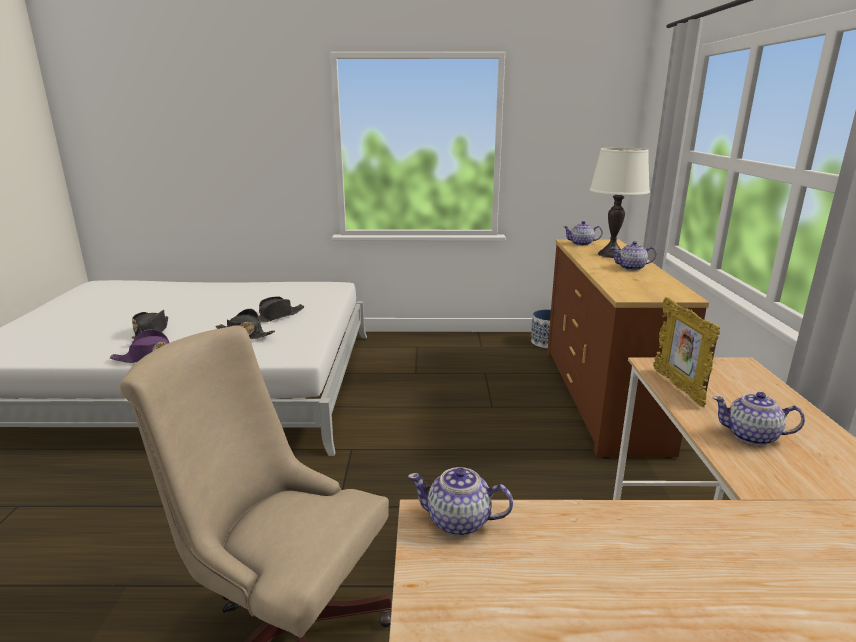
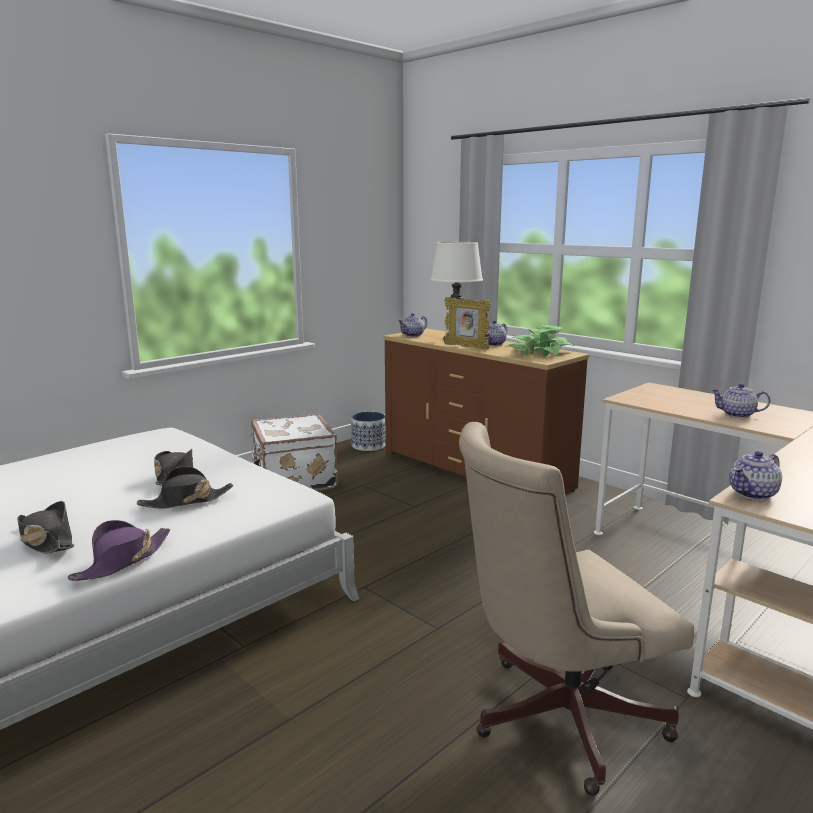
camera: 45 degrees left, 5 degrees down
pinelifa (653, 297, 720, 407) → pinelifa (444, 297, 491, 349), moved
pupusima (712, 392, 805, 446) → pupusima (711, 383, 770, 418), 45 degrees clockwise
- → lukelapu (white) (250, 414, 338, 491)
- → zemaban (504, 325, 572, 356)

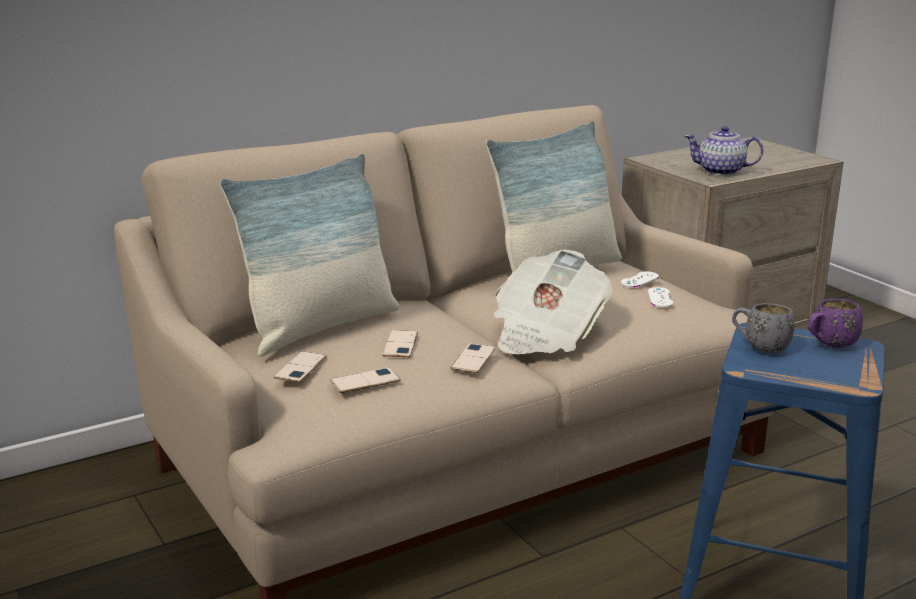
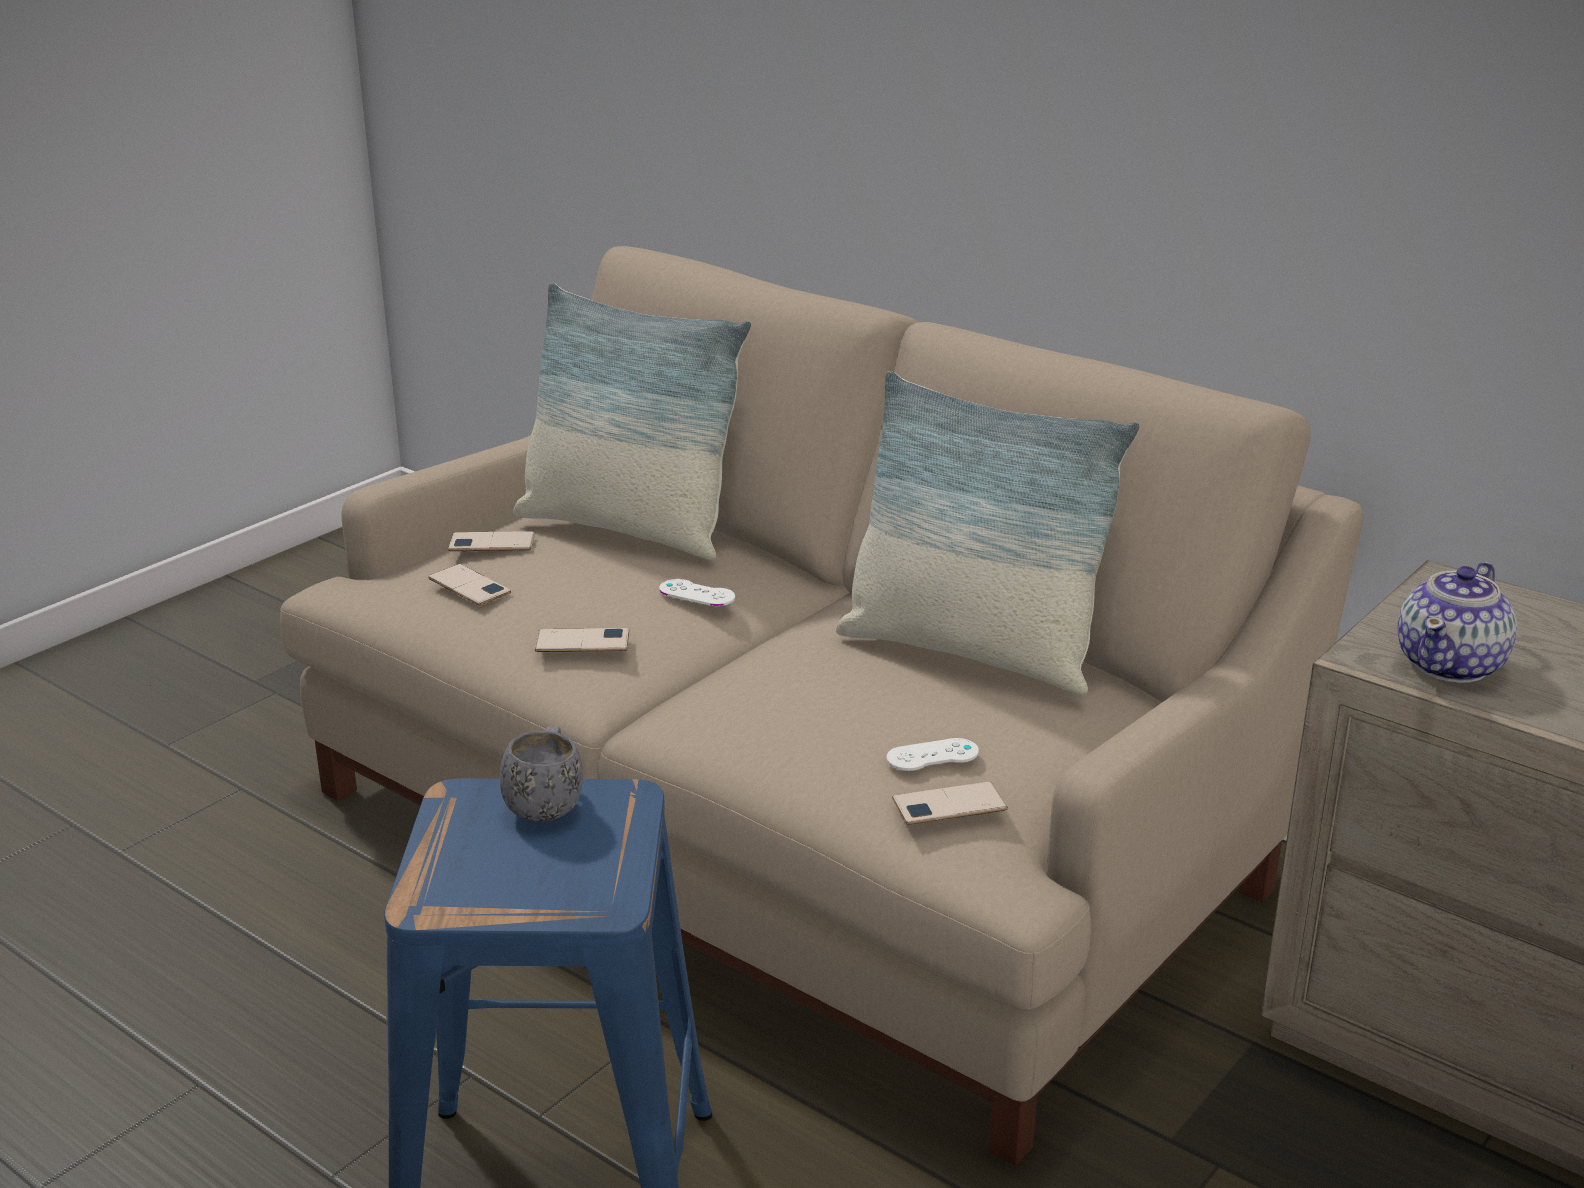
camera: 70 degrees right, 5 degrees up
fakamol (382, 330, 418, 357) → fakamol (892, 782, 1008, 825), moved
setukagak (494, 249, 612, 354) → -
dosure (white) (621, 271, 659, 287) → dosure (white) (659, 579, 735, 606), moved
pupusima (685, 126, 763, 176) → pupusima (1398, 562, 1517, 683), 135 degrees counterclockwise
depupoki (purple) (807, 299, 863, 348) → -

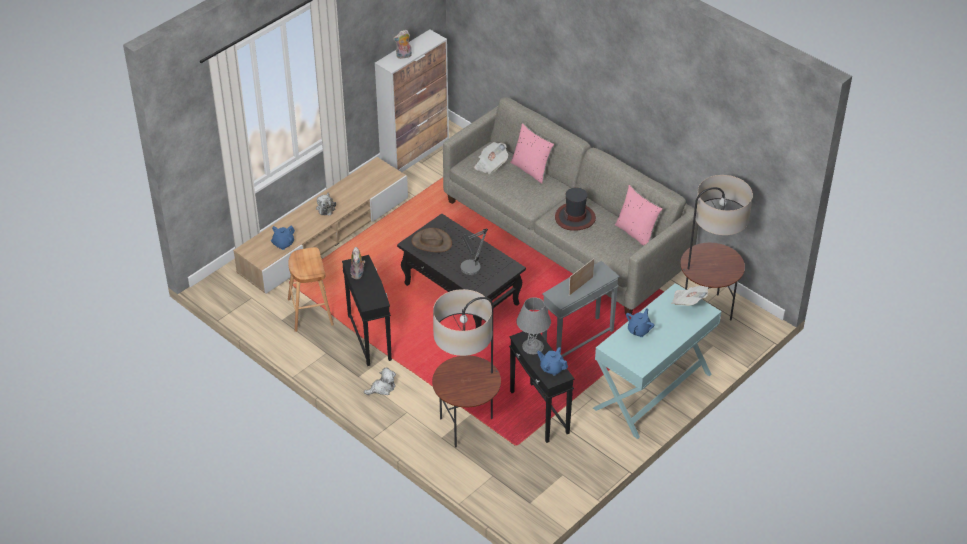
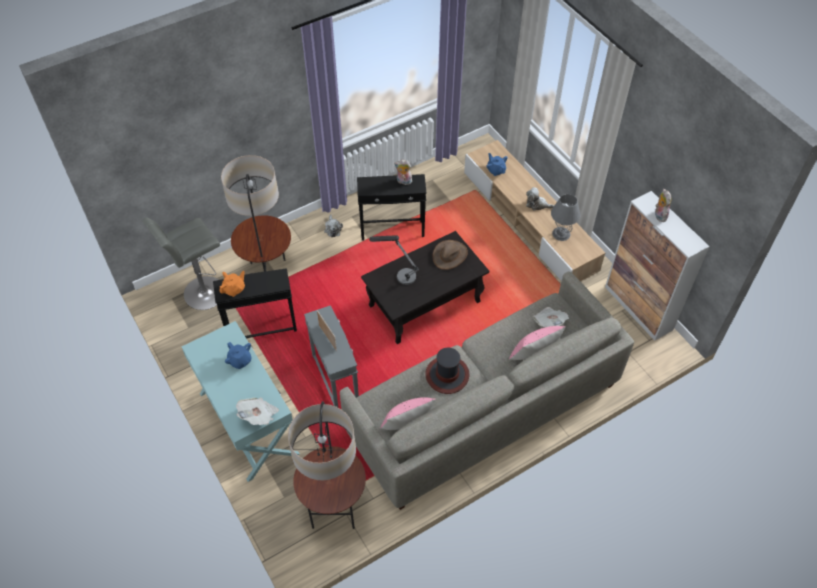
camera: 105 degrees right, 10 degrees up
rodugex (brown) (288, 247, 334, 332) → -
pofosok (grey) (517, 297, 551, 354) → pofosok (grey) (551, 194, 581, 241), moved
pupusima (blue) (537, 347, 568, 376) → pupusima (orange) (219, 271, 245, 297)
- → rodugex (grey) (142, 217, 220, 310)

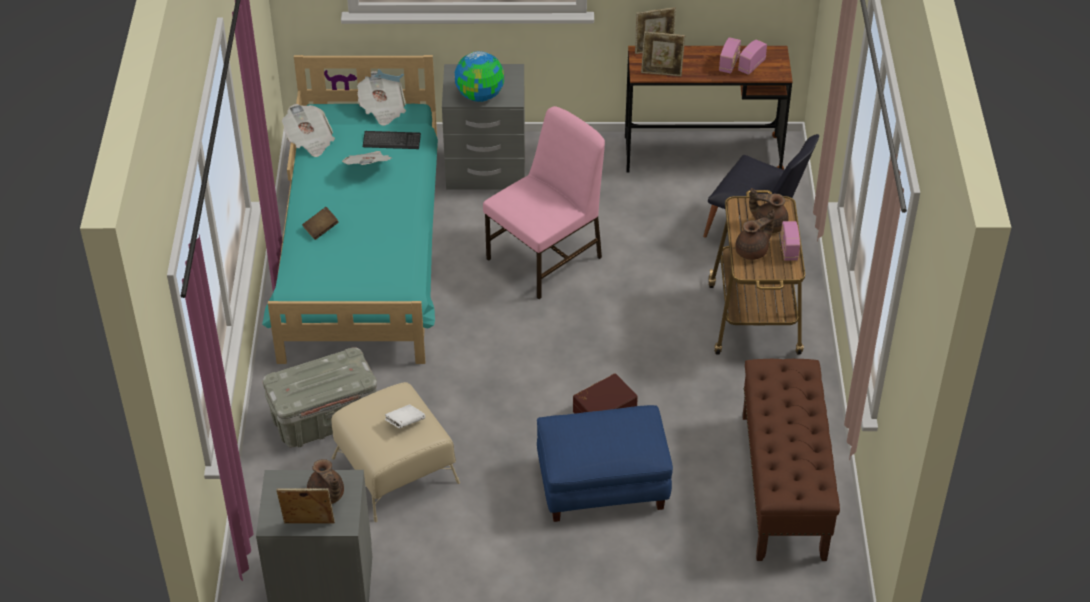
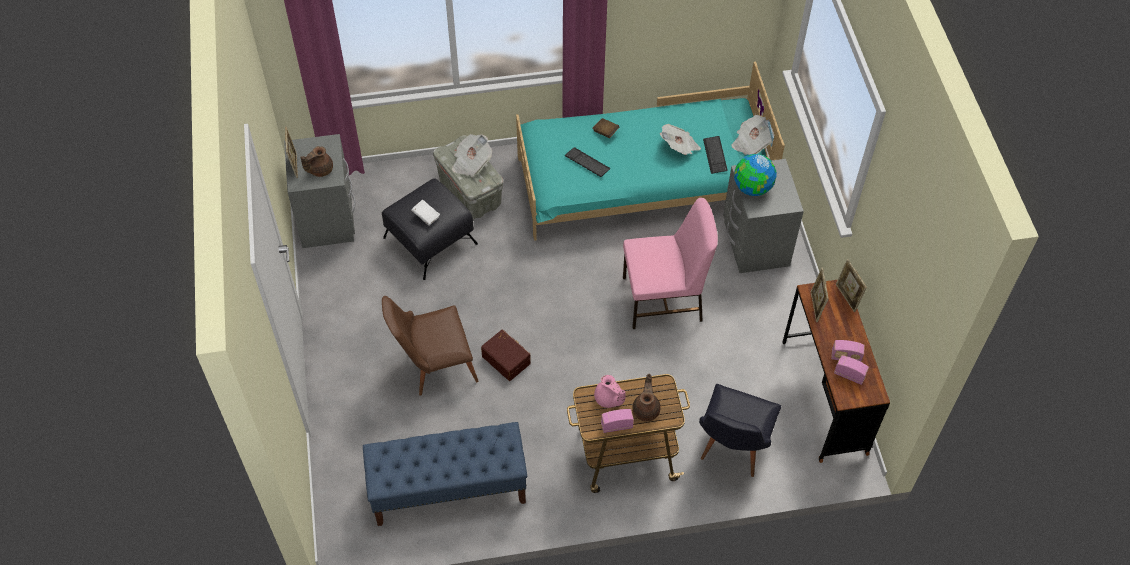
camera: 80 degrees right, 10 degrees up
setukagak (282, 104, 335, 157) → setukagak (452, 134, 492, 177), moved
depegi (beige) (331, 382, 460, 522) → depegi (black) (382, 178, 478, 280)
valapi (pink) (483, 106, 605, 299) → valapi (pink) (623, 198, 718, 329), 45 degrees counterclockwise
depegi (blue) (537, 405, 673, 522) → valapi (brown) (382, 296, 479, 396)
pupusima (brown) (735, 209, 775, 260) → pupusima (pink) (594, 375, 626, 408)
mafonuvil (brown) (742, 359, 840, 561) → mafonuvil (blue) (363, 422, 527, 526)
- → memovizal (565, 147, 611, 177)

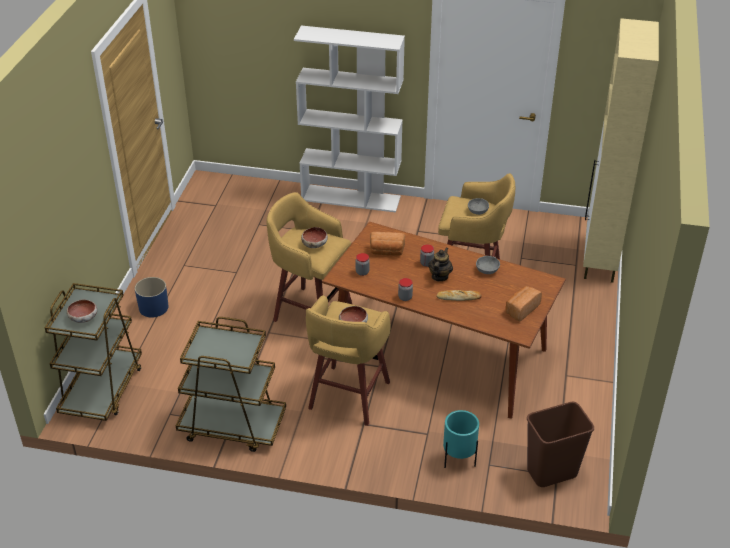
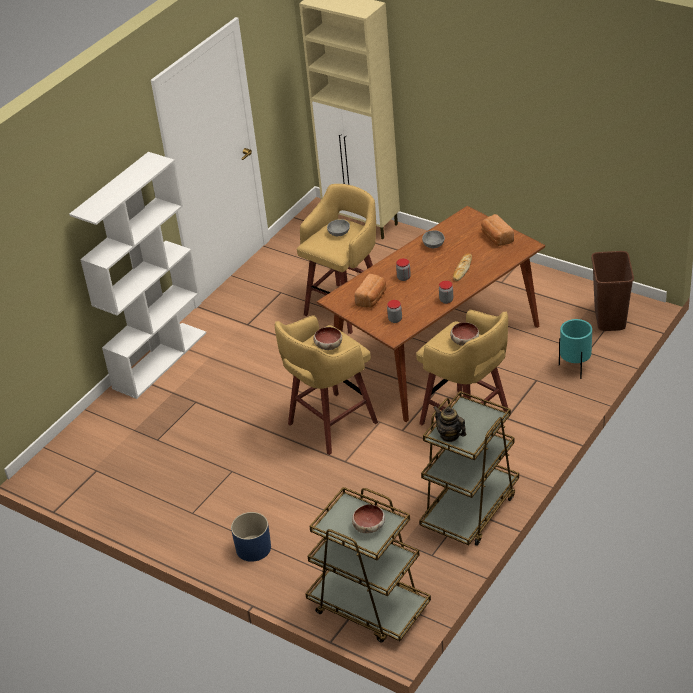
camera: 65 degrees left, 0 degrees up
pupusima (428, 247, 453, 281) → pupusima (433, 406, 466, 442), moved

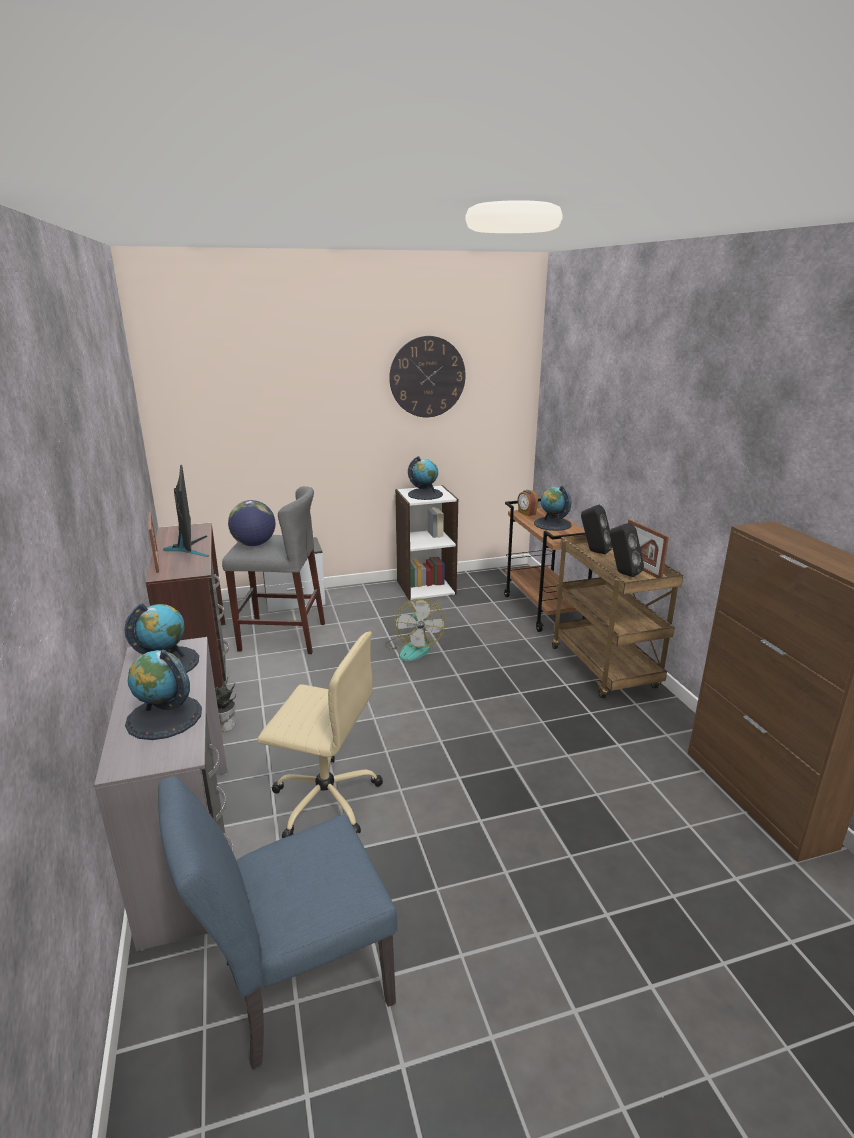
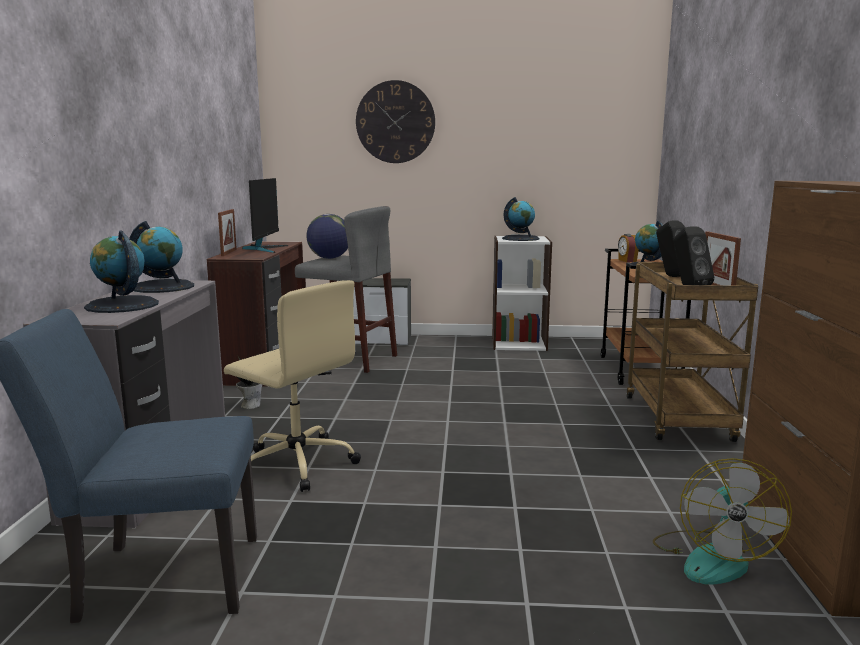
camera: 20 degrees right, 10 degrees down
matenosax (385, 598, 446, 661) → matenosax (653, 458, 792, 585), moved
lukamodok (389, 336, 466, 418) → lukamodok (356, 80, 435, 163), moved

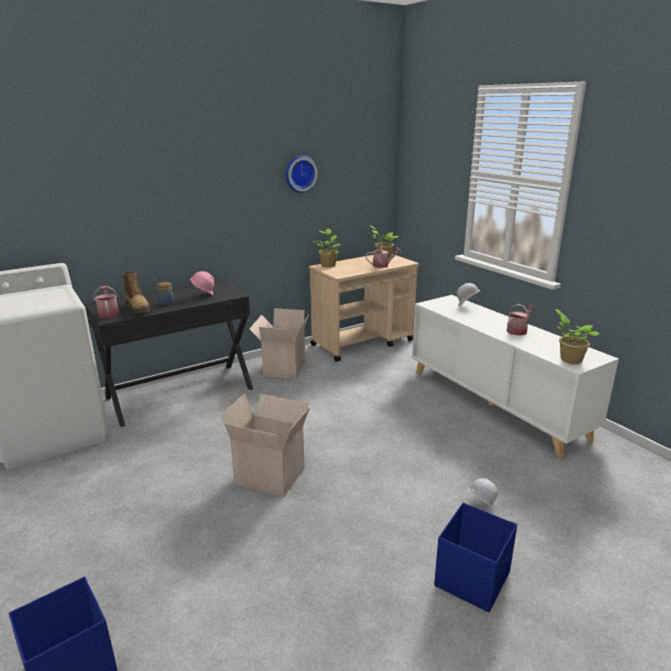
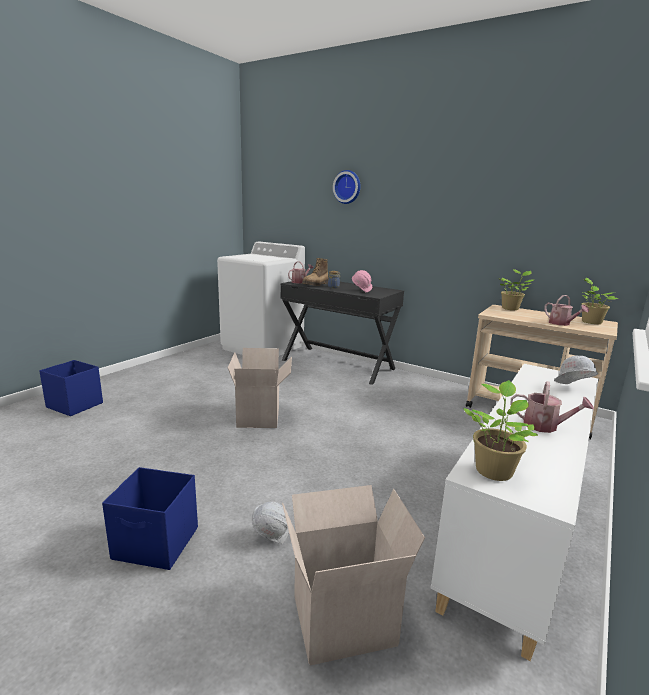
camera: 65 degrees right, 5 degrees down
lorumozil (249, 308, 309, 379) → lorumozil (282, 485, 425, 666), moved
lukamodok (285, 155, 318, 193) → lukamodok (333, 170, 361, 204), moved

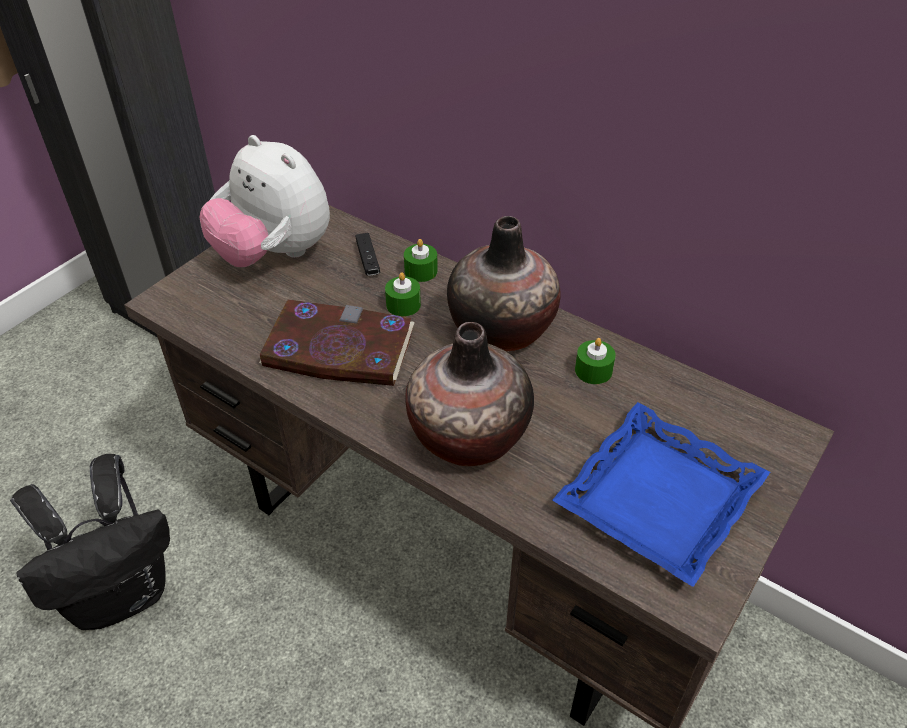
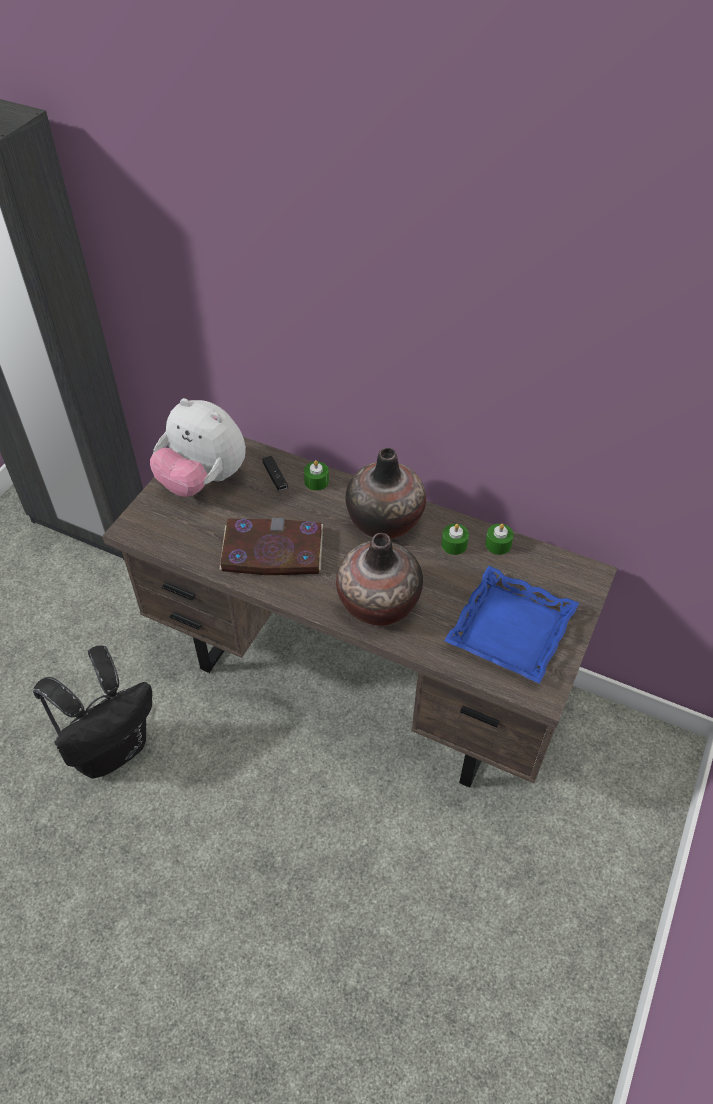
camera: 10 degrees left, 5 degrees up
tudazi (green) (385, 272, 421, 317) → tudazi (green) (485, 524, 514, 555), moved

